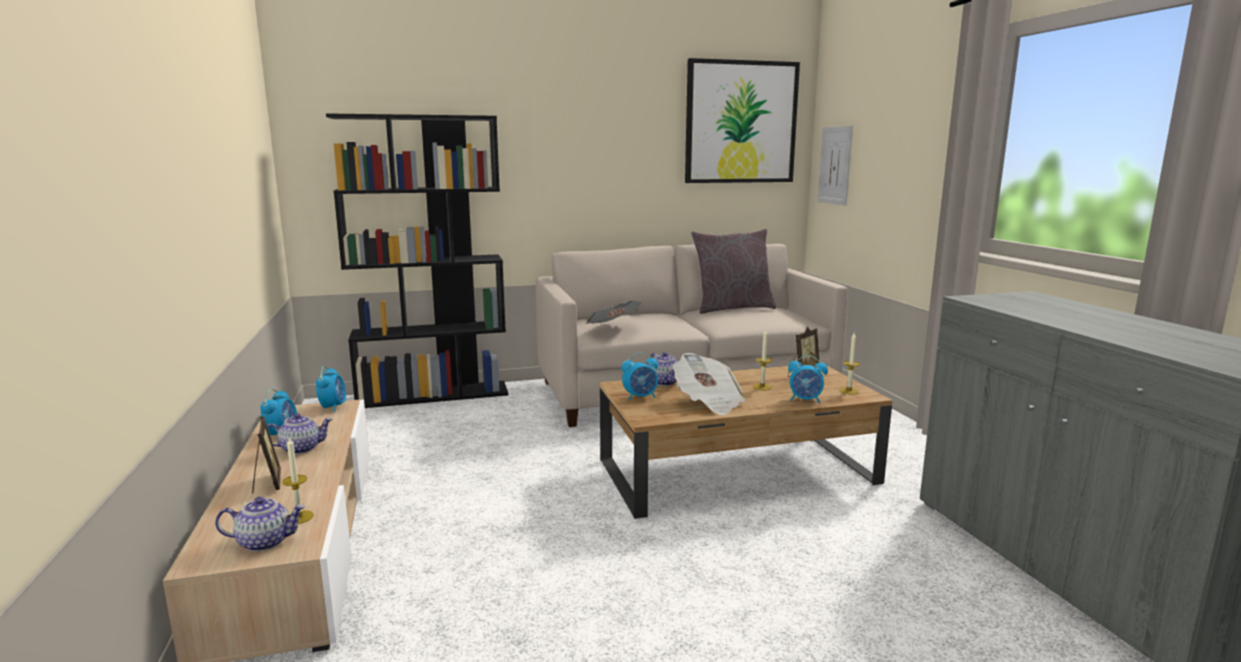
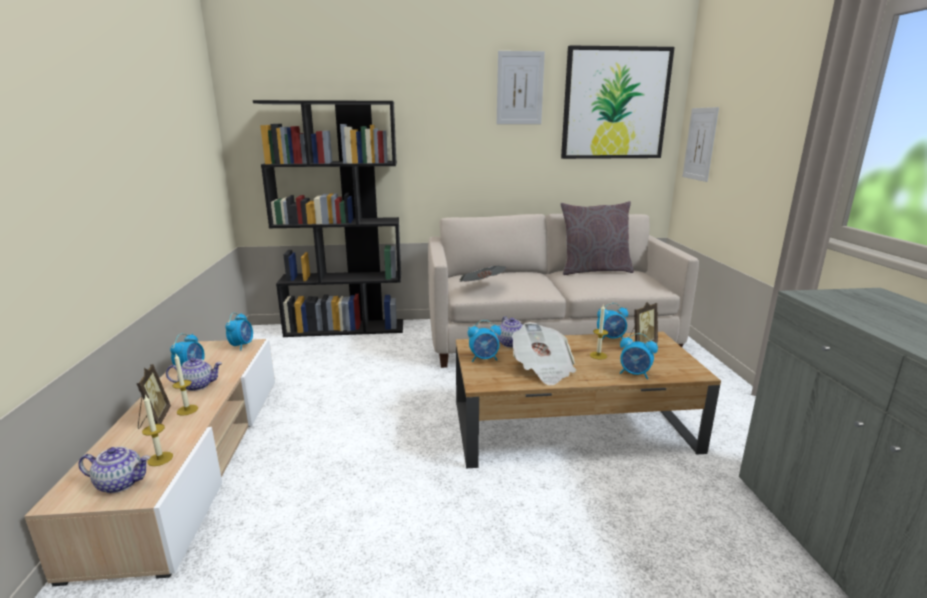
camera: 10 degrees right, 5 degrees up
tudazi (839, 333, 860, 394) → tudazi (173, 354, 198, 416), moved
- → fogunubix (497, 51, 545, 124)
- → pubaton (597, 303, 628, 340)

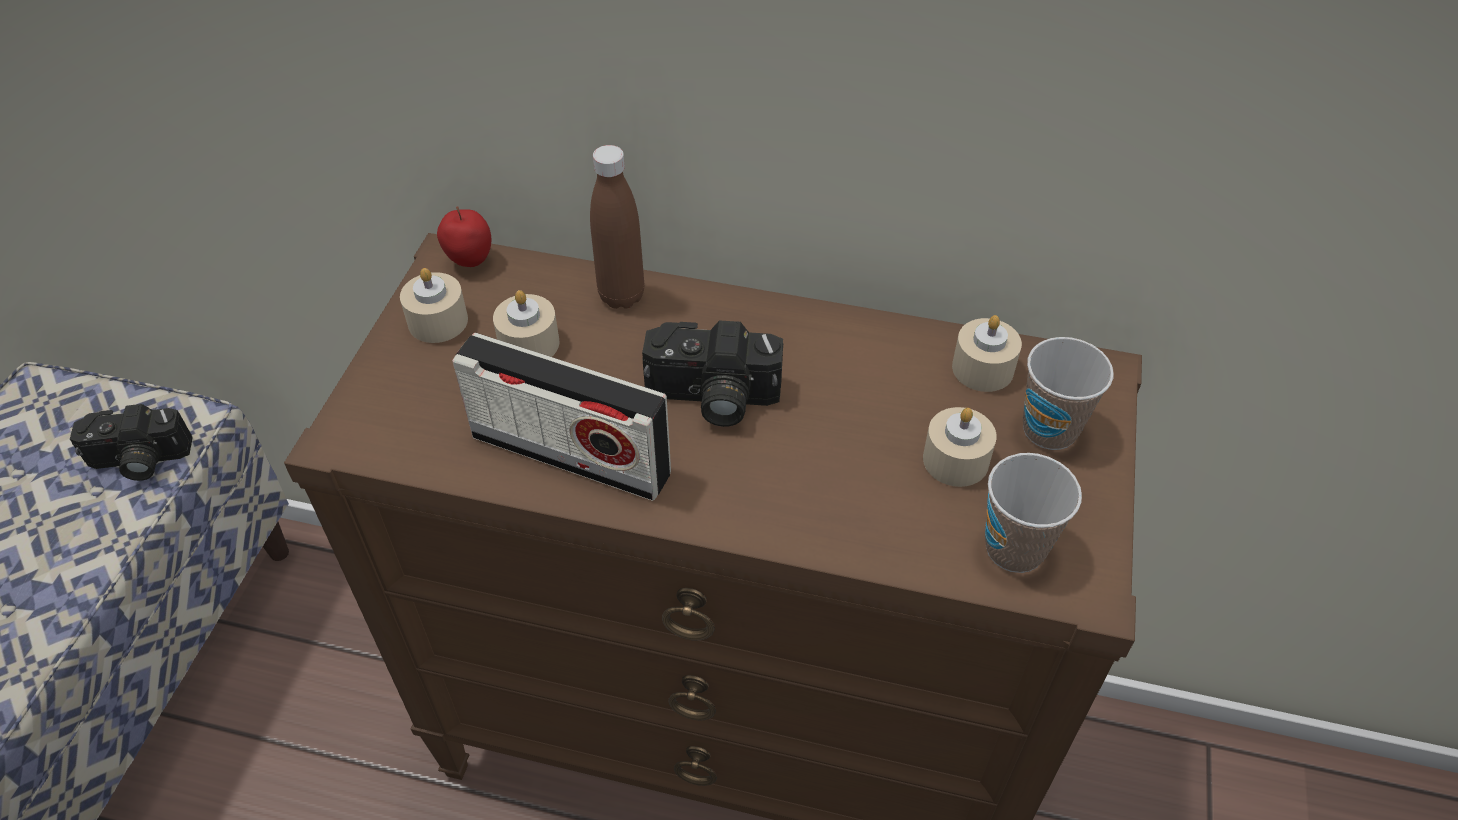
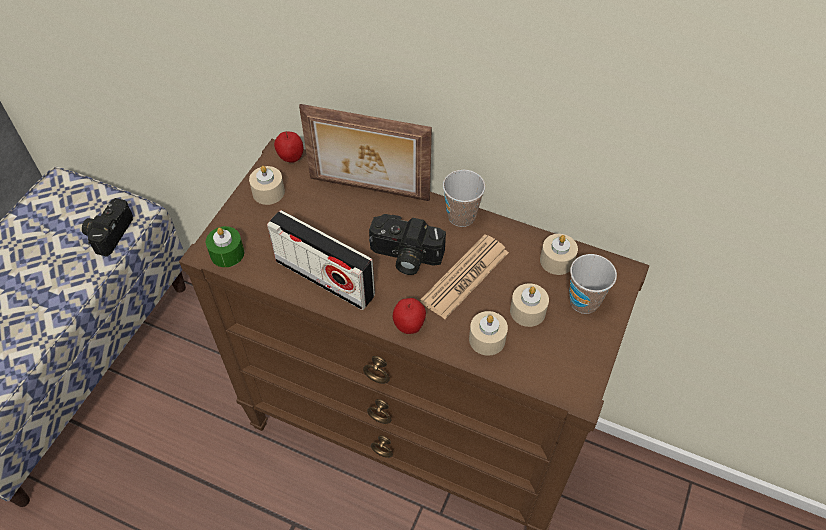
camera: 10 degrees right, 5 degrees up
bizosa (70, 404, 193, 481) → bizosa (82, 198, 133, 257), 105 degrees clockwise
tudazi (beige) (493, 290, 559, 357) → tudazi (beige) (469, 311, 508, 356), moved
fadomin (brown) (590, 145, 644, 309) → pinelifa (299, 104, 432, 201)
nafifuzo (985, 453, 1082, 573) → nafifuzo (443, 170, 485, 227), moved
- → tudazi (green) (206, 226, 244, 267)
- → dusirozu (393, 298, 426, 334)
- → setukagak (420, 235, 509, 319)

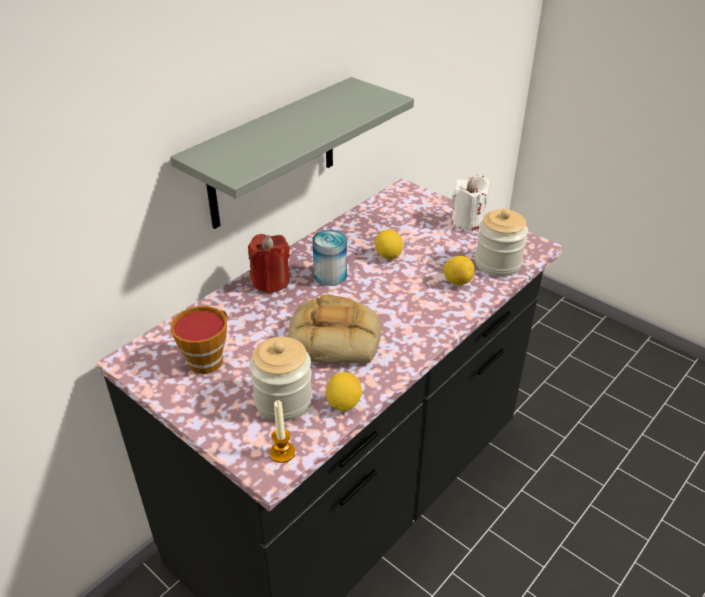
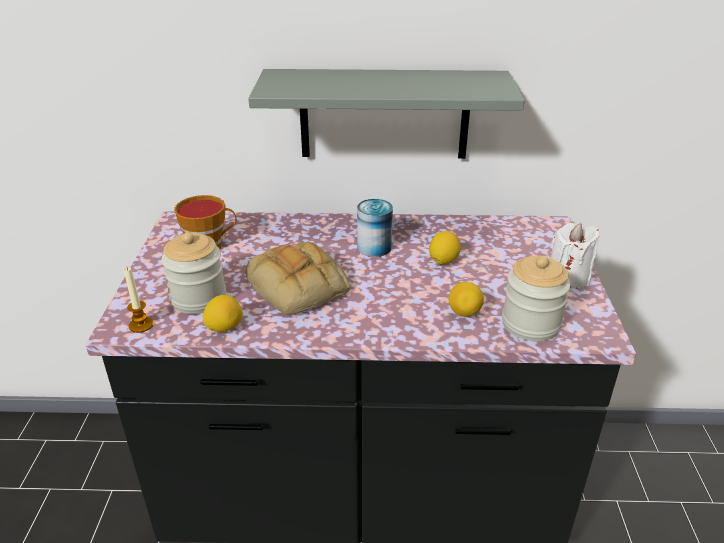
camera: 50 degrees right, 5 degrees down
tudazi (red) (248, 234, 290, 293) → -

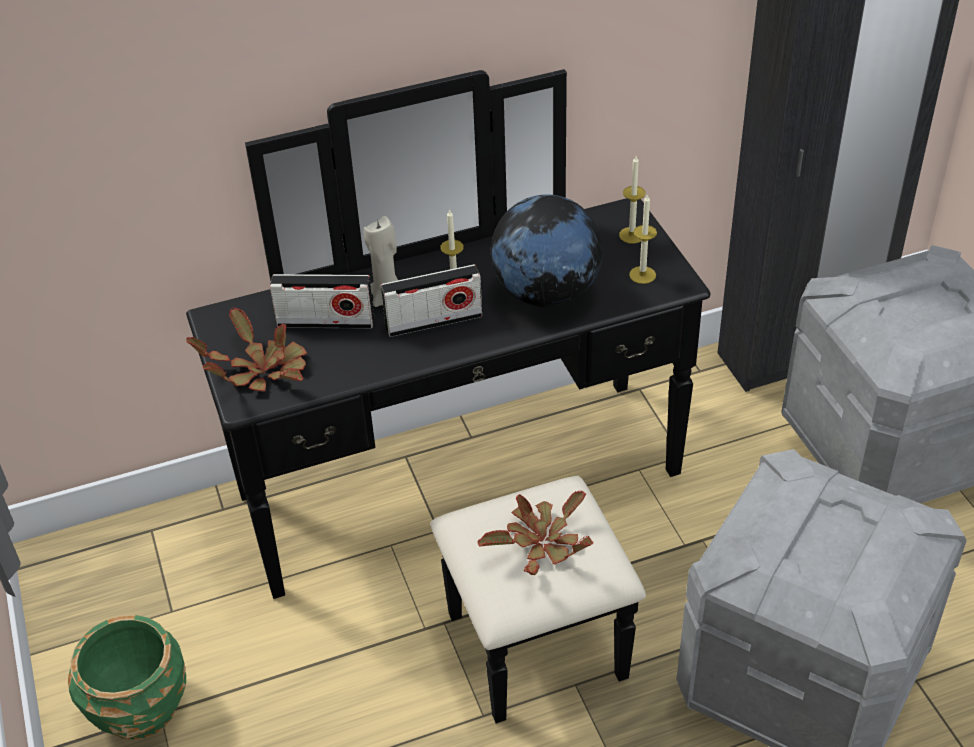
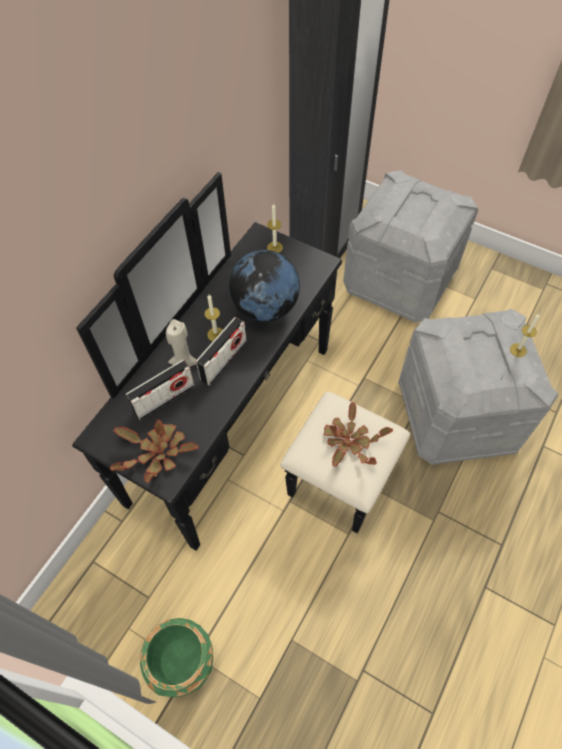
camera: 40 degrees left, 15 degrees up
tudazi (629, 194, 657, 284) → tudazi (510, 314, 540, 357), moved

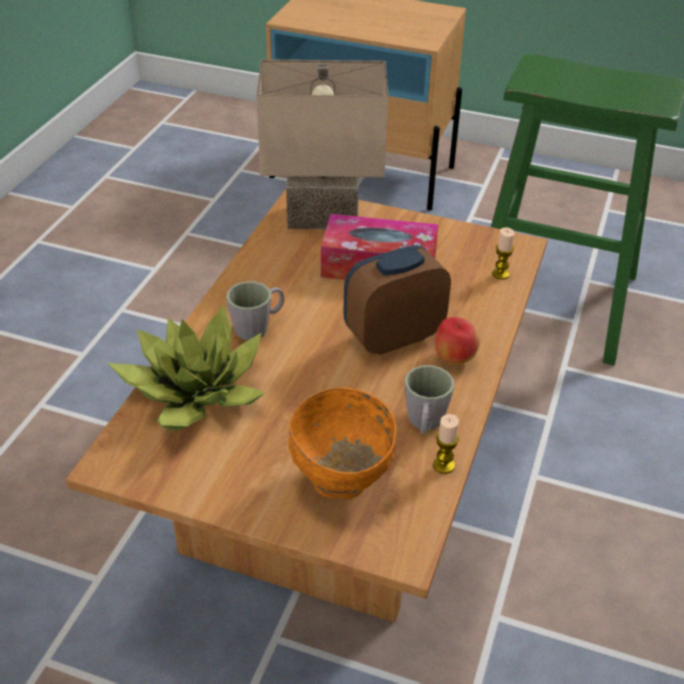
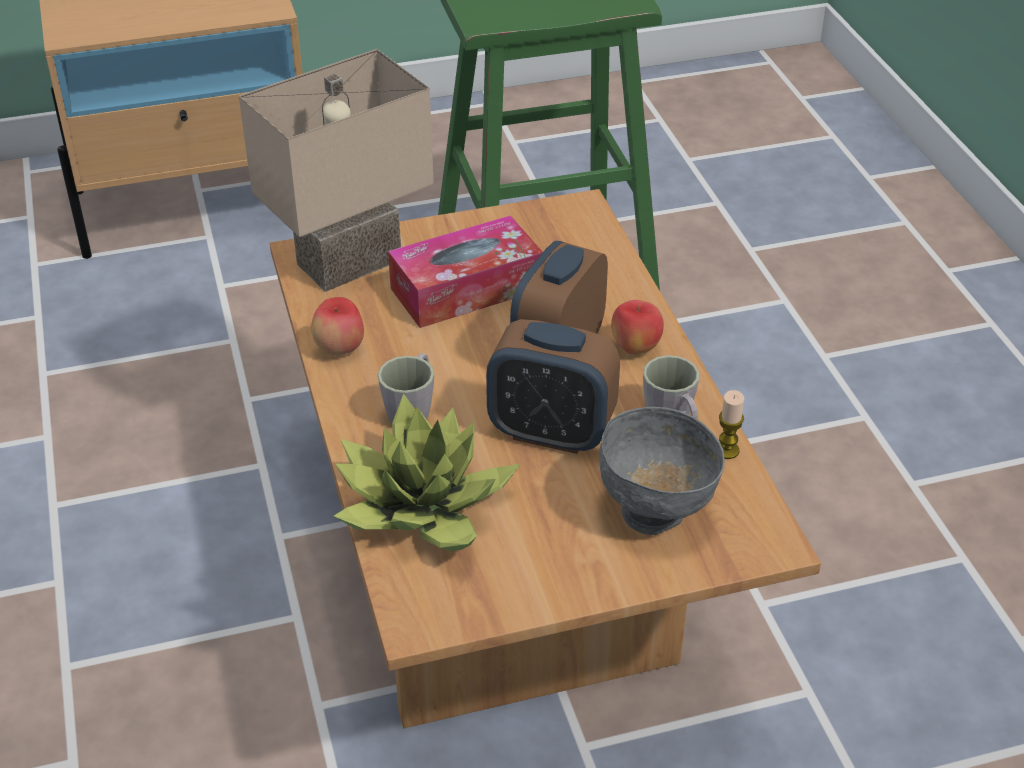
camera: 35 degrees left, 0 degrees up
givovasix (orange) (289, 387, 396, 499) → givovasix (grey) (600, 407, 725, 535)
tudazi (492, 227, 515, 280) → -
- → dusirozu (311, 297, 364, 355)
- → pubaton (486, 319, 620, 454)

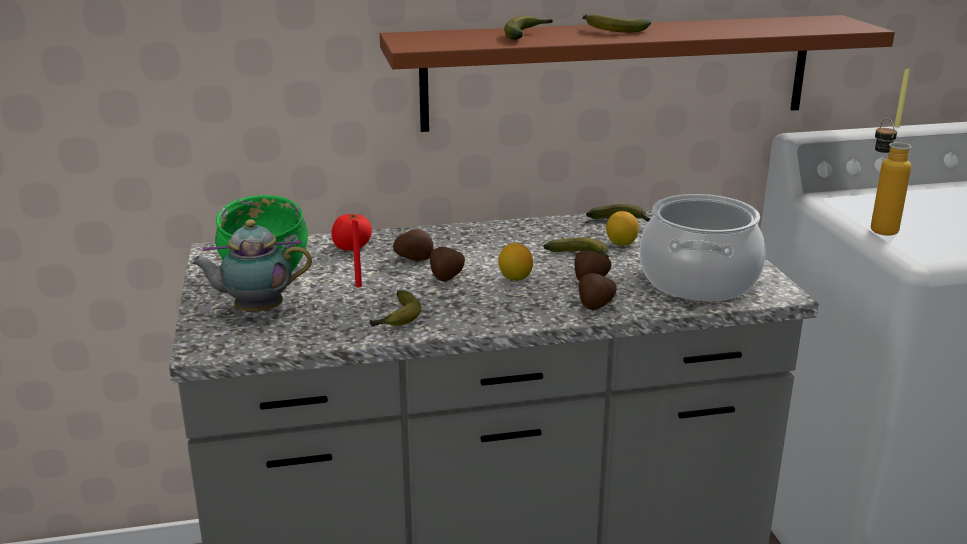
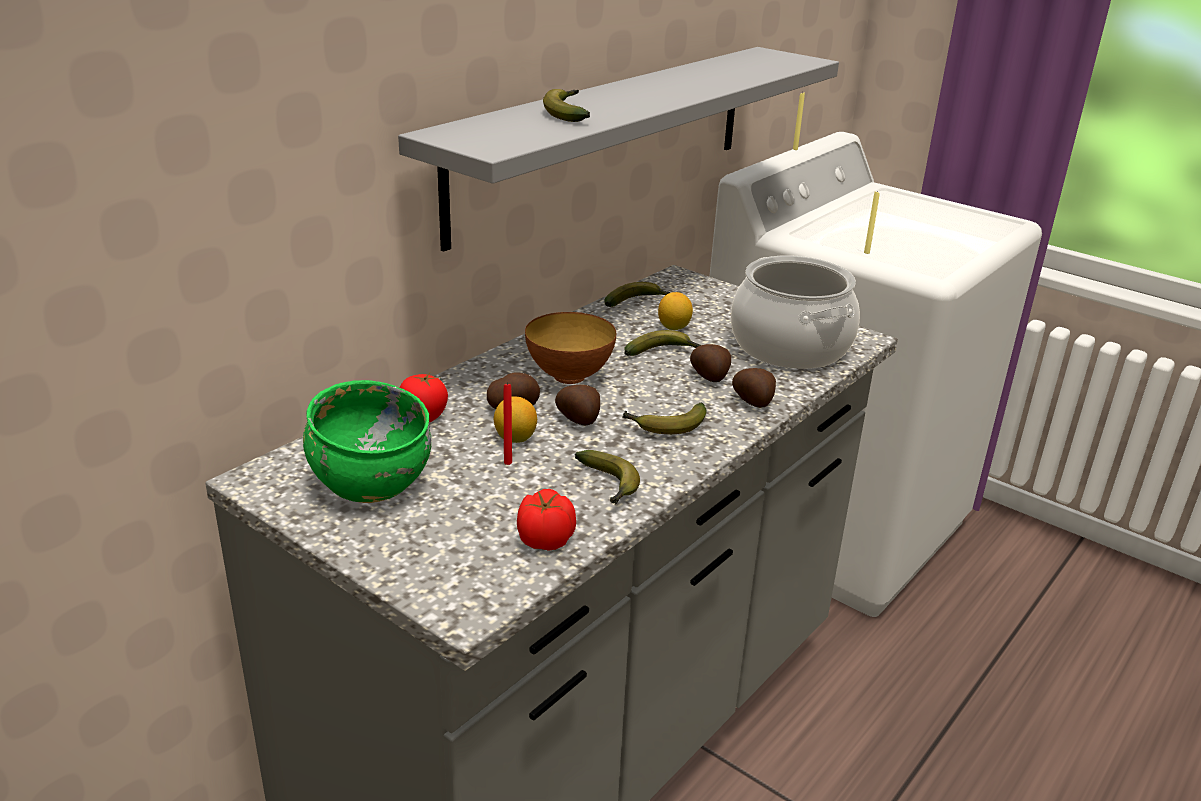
camera: 40 degrees left, 5 degrees up
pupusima (190, 219, 312, 312) → -
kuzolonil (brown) (379, 15, 895, 132) → kuzolonil (grey) (398, 47, 839, 252)
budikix (498, 243, 533, 281) → budikix (494, 396, 537, 443), moved
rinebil (582, 14, 651, 33) → rinebil (622, 403, 707, 434), moved
fadomin (871, 118, 911, 236) → tudazi (yellow) (864, 190, 880, 254)
- → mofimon (517, 489, 576, 551)
- → givovasix (525, 312, 616, 384)

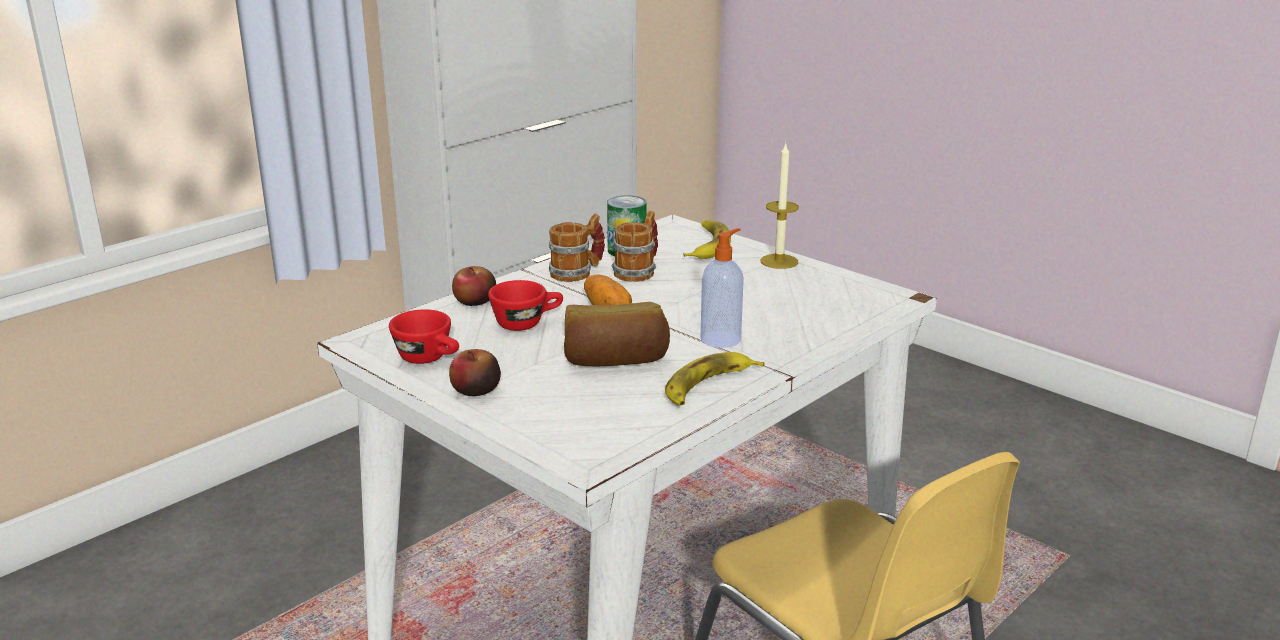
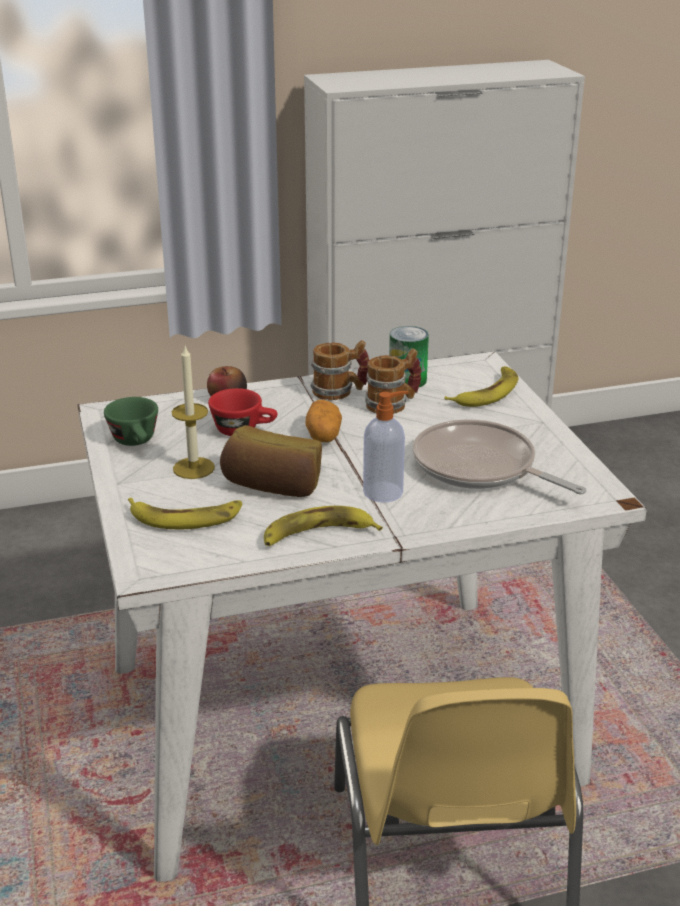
camera: 30 degrees right, 5 degrees up
nafifuzo (red) (389, 309, 459, 364) → nafifuzo (green) (104, 397, 158, 446)
dusirozu (449, 349, 501, 396) → -
tudazi (761, 142, 799, 269) → tudazi (172, 346, 215, 479), moved
- → rinebil (128, 498, 242, 529)
- → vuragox (413, 419, 586, 494)

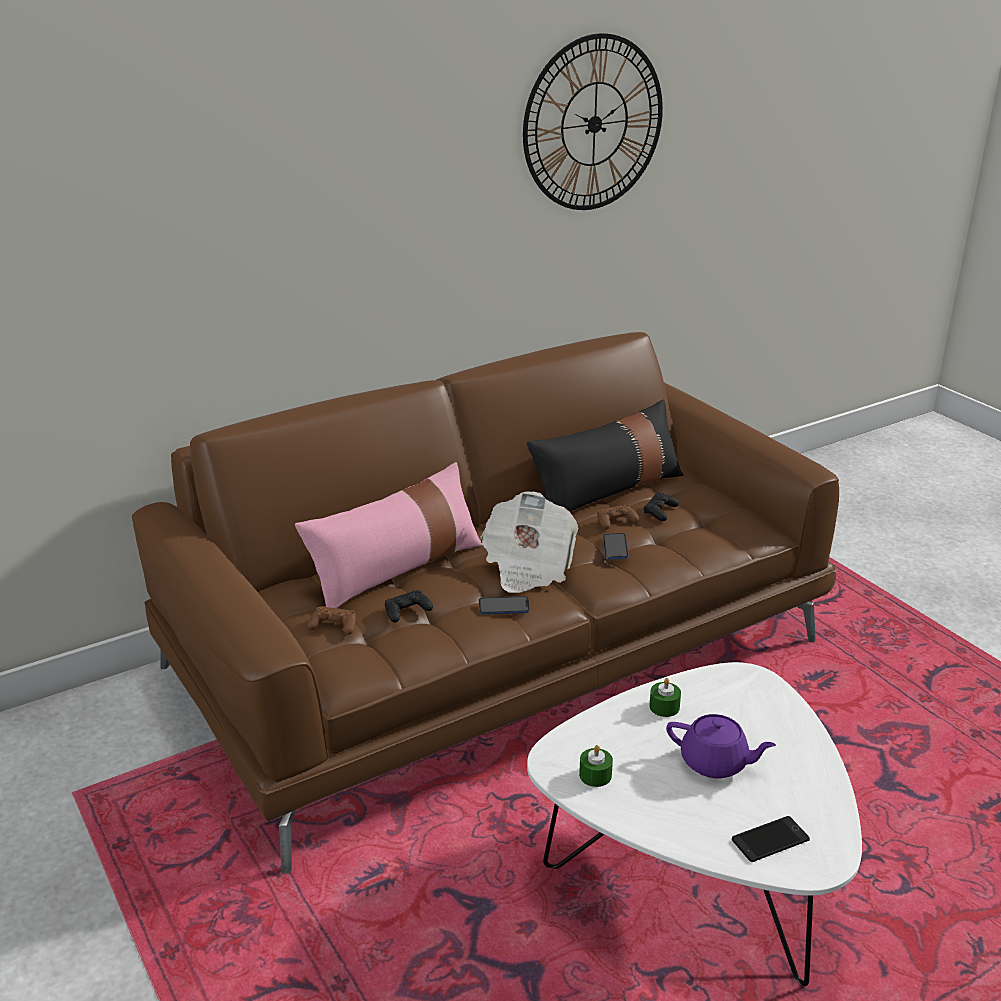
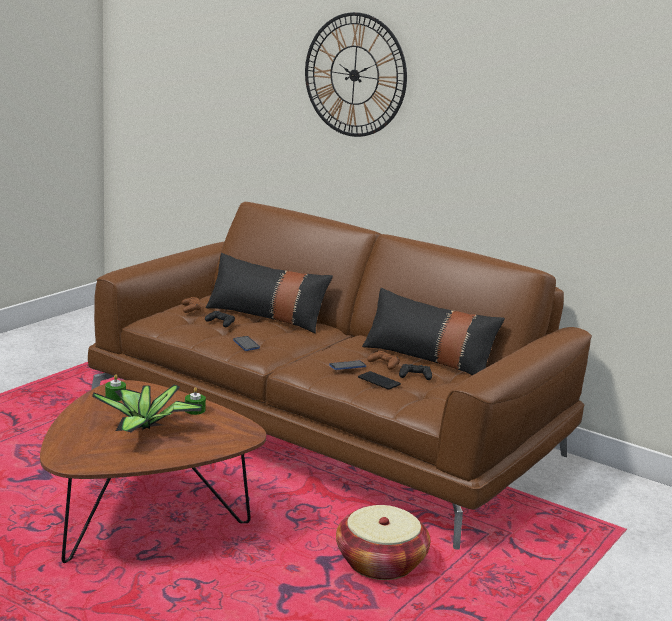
camera: 65 degrees right, 10 degrees down
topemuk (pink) (295, 462, 482, 608) → topemuk (black) (205, 253, 333, 333)
setukagak (481, 491, 578, 593) → -
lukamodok (523, 33, 663, 210) → lukamodok (305, 12, 407, 137), moved
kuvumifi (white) (527, 662, 862, 986) → kuvumifi (brown) (40, 380, 266, 563)
pupusima (purple) (666, 714, 776, 778) → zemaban (92, 385, 202, 432)
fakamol (732, 816, 810, 862) → fakamol (358, 371, 401, 390), moved
- → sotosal (336, 505, 430, 580)

